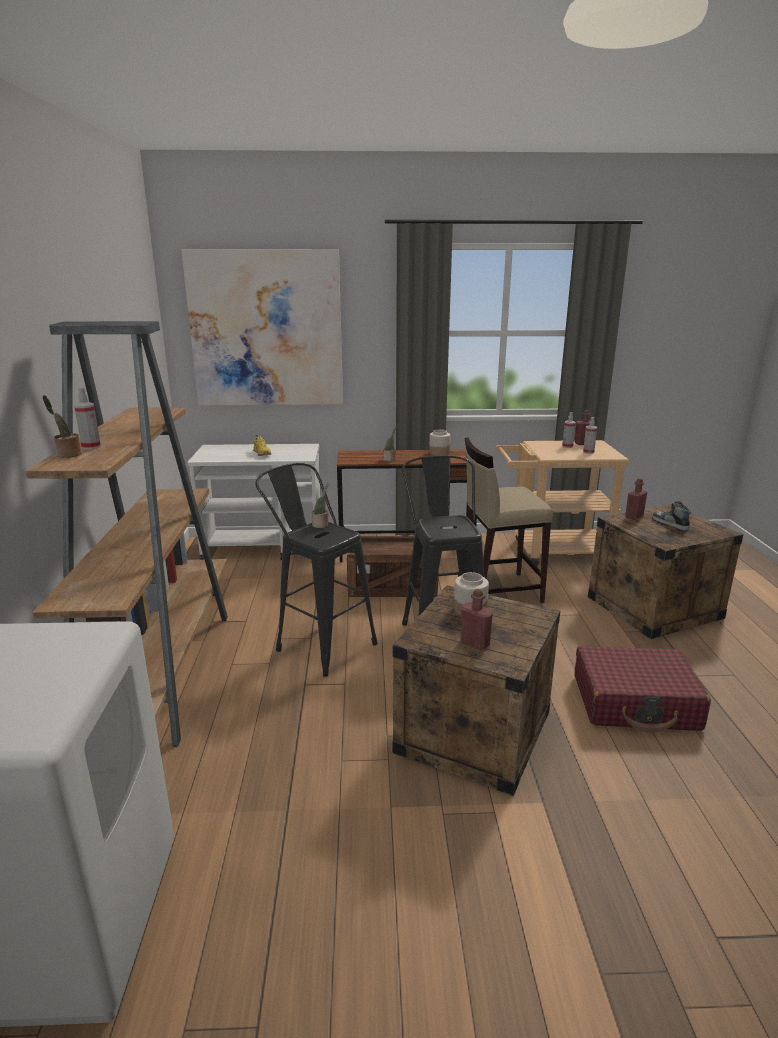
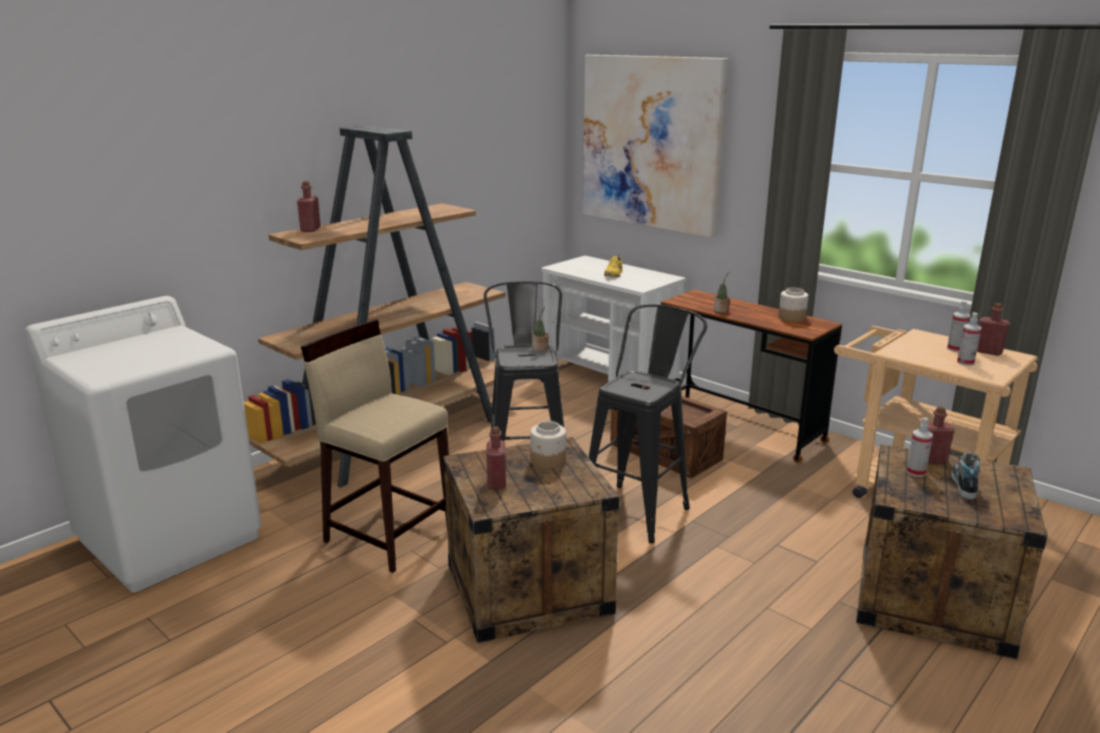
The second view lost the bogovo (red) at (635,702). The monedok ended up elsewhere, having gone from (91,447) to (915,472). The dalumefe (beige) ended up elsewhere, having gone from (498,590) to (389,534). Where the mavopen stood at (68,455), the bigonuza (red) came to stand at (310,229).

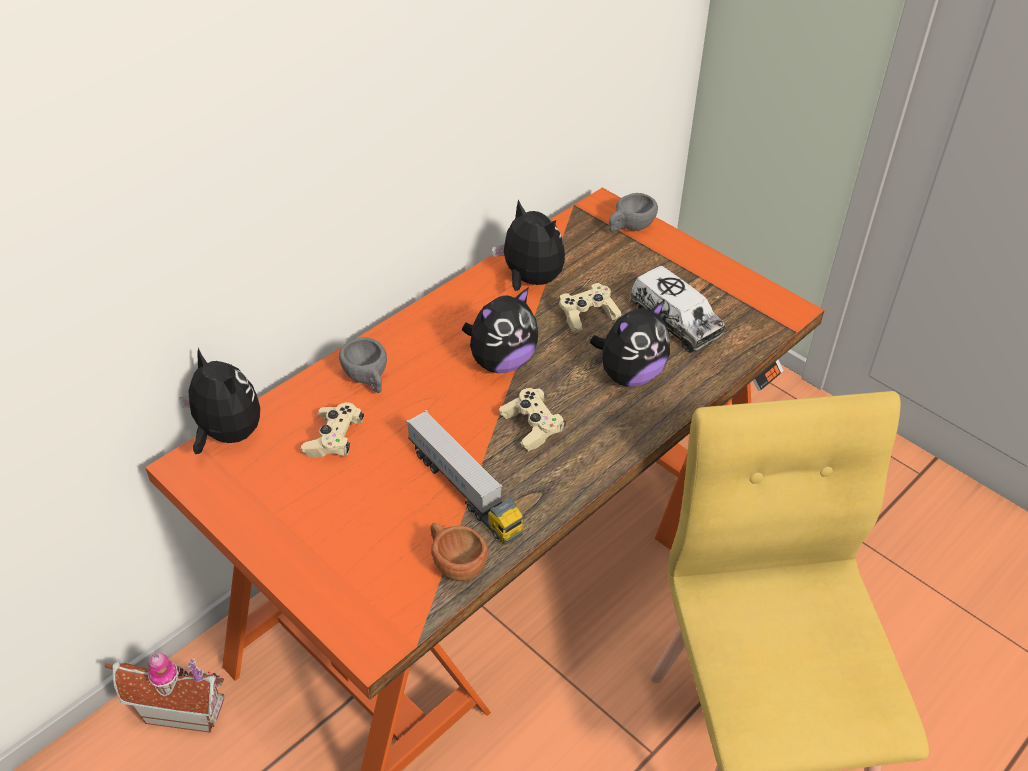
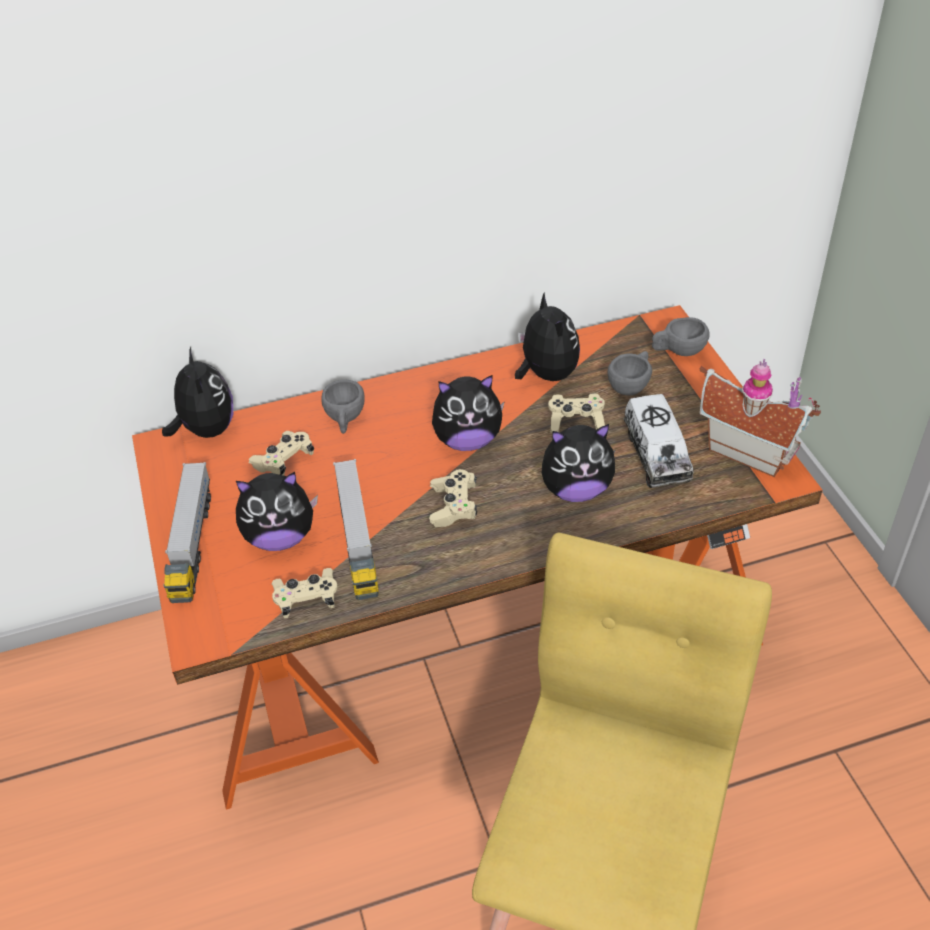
The second view gained the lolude at (192,544). The second view gained the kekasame at (280,537). The second view gained the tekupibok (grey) at (631,385). The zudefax ended up elsewhere, having gone from (183,708) to (749,449). Where the tekupibok (brown) stood at (455,563), the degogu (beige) came to stand at (307,599).

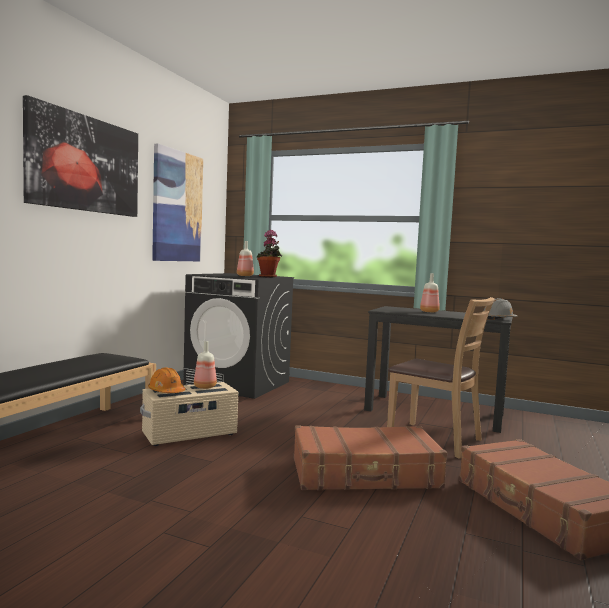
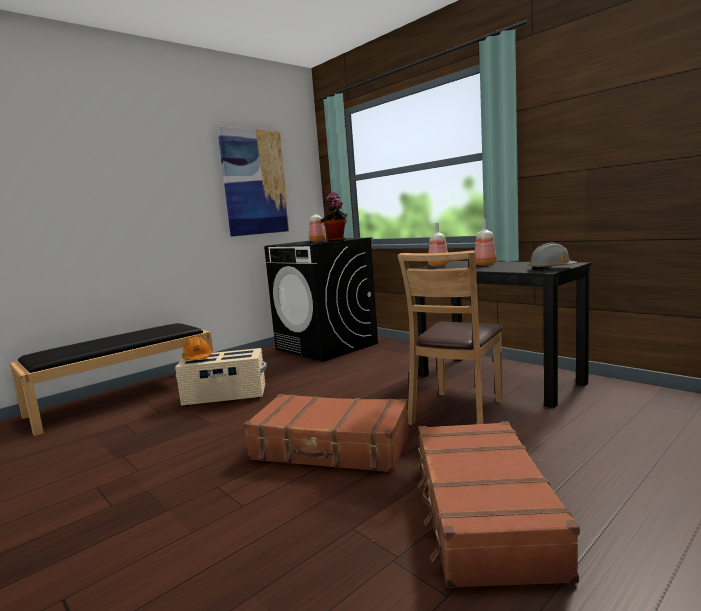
The second view lost the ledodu at (85,164). The bigonuza ended up elsewhere, having gone from (205,387) to (438,265). The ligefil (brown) at (435,439) ended up facing another way, 60 degrees clockwise from before.

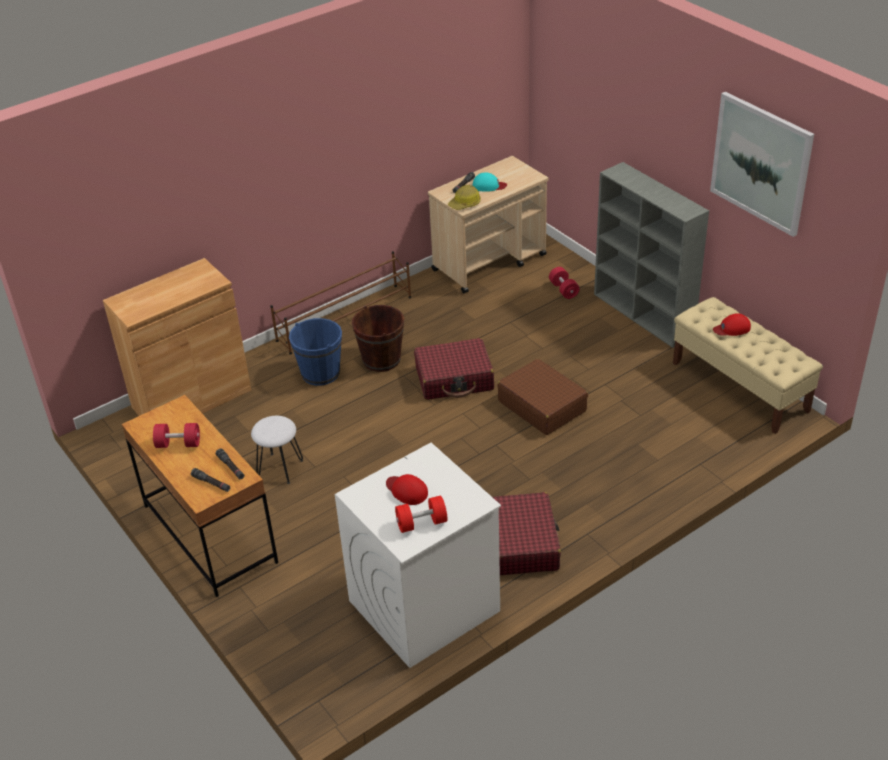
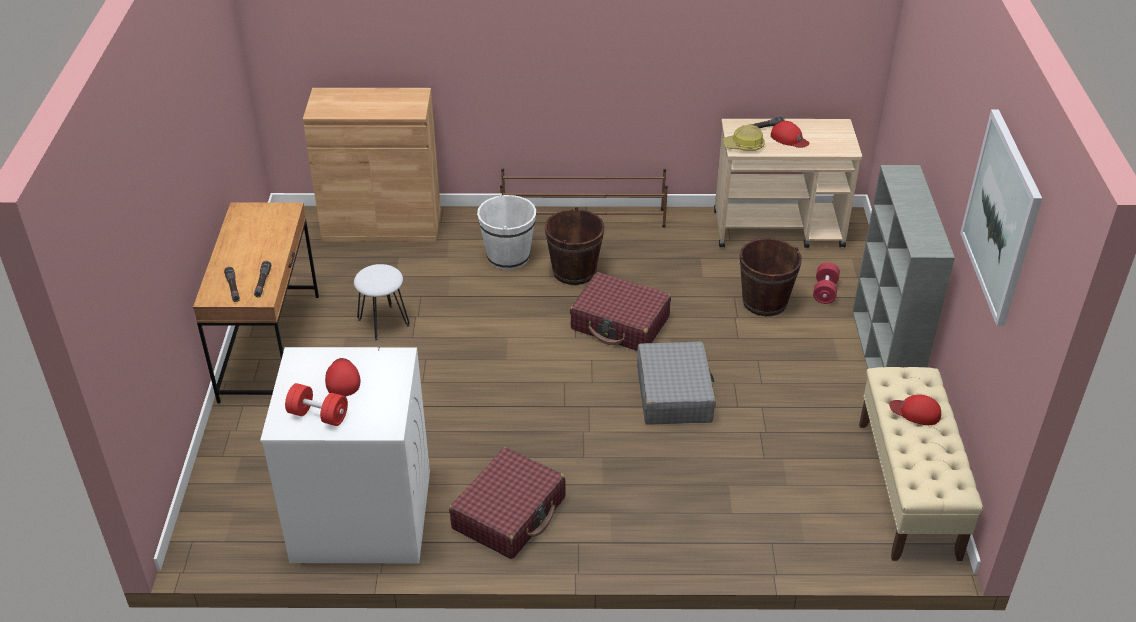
The second view lost the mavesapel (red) at (178,444). The second view gained the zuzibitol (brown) at (764,302). What was the zuzibitol (blue) at (320,373) turned into the zuzibitol (white) at (508,256). What was the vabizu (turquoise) at (489,186) turned into the vabizu (red) at (789,138). What was the bogovo (brown) at (542,406) turned into the bogovo (grey) at (674,394).

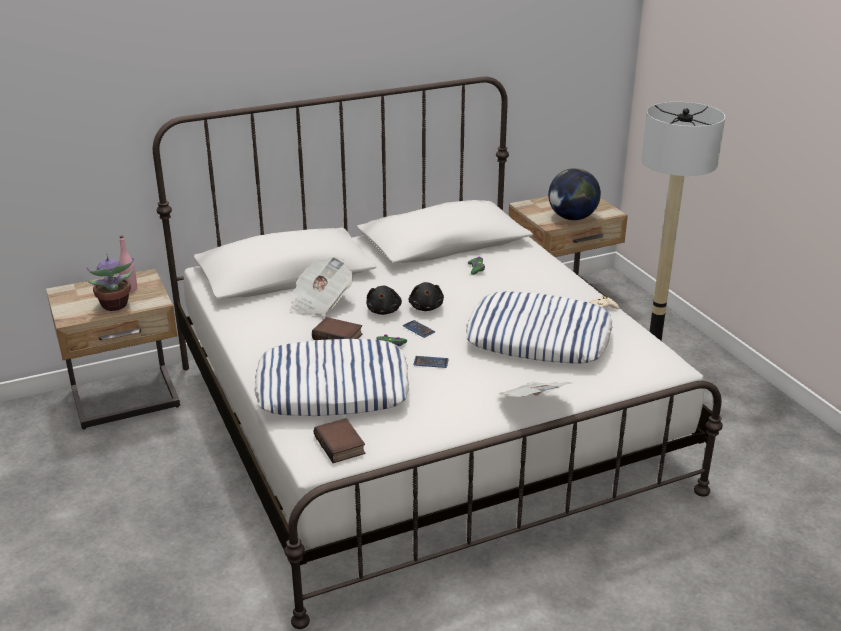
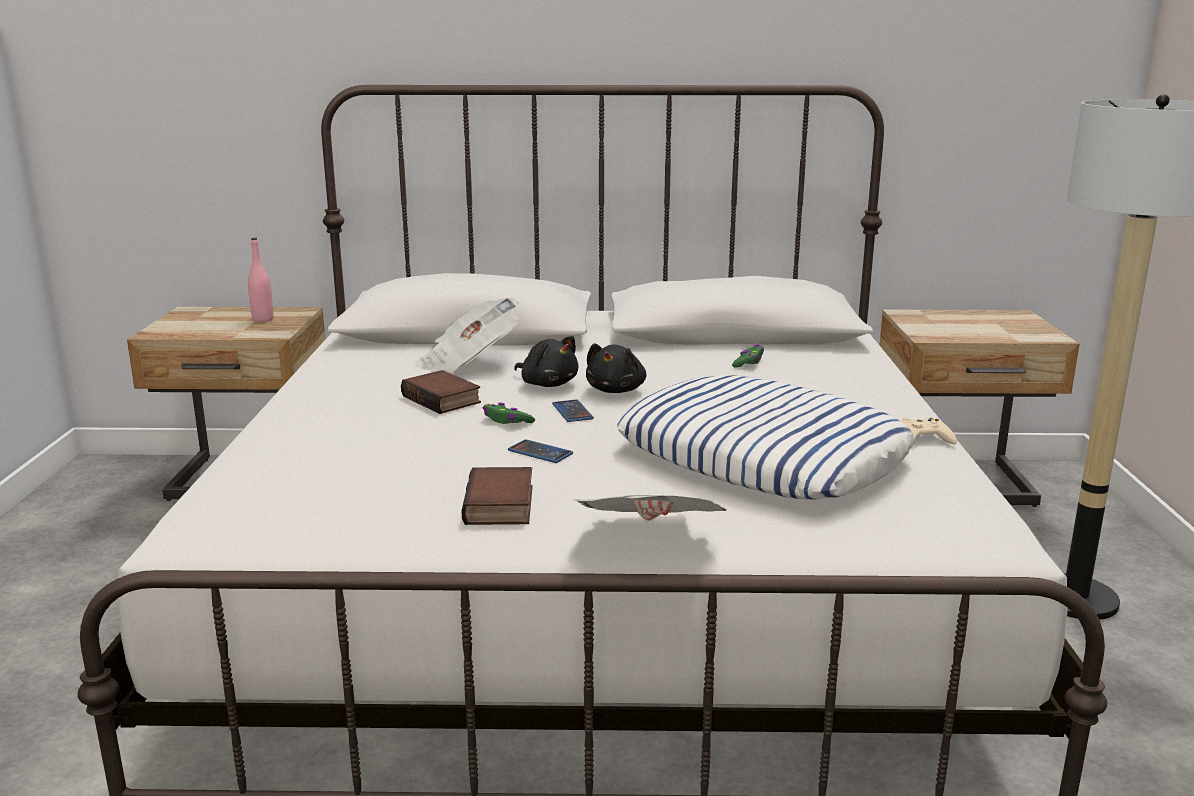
The second view lost the mavopen at (115,306). The second view lost the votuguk at (333,388). The second view lost the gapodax at (572,218). The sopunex ended up elsewhere, having gone from (341,445) to (502,505). The kekasame (black) at (384,310) ended up facing another way, 75 degrees counterclockwise from before.

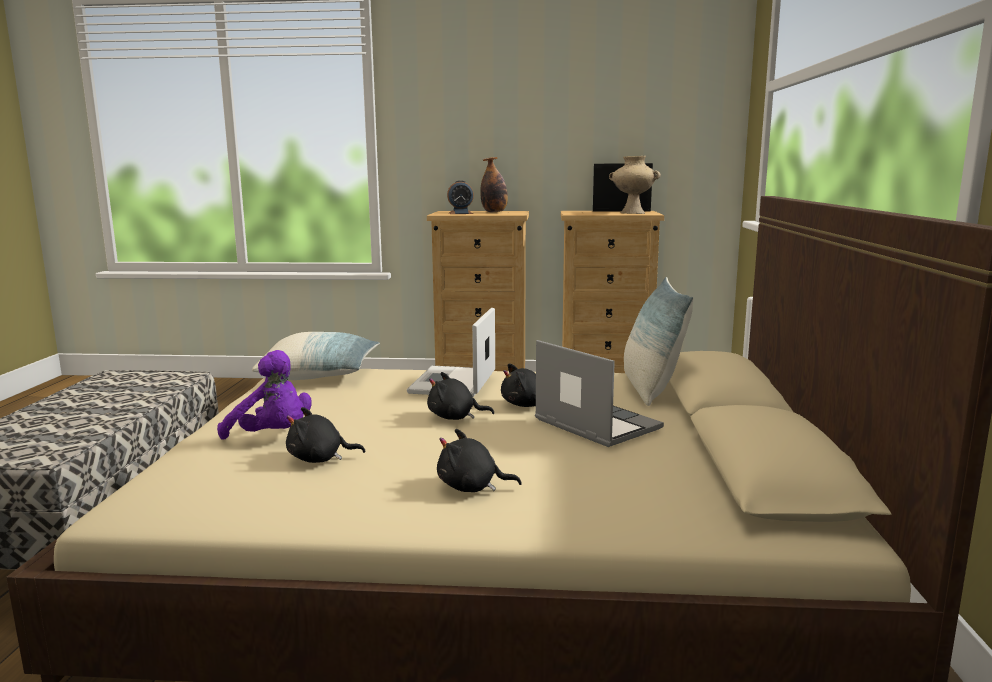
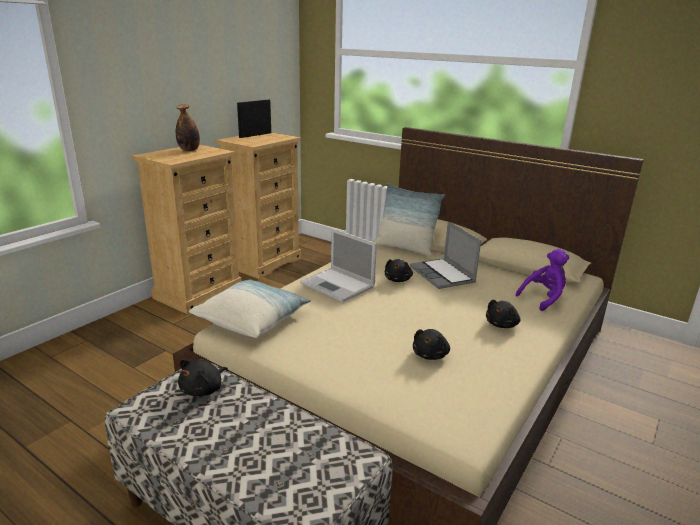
The second view lost the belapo at (460,213). The second view lost the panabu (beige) at (632,213). The kekasame (purple) ended up elsewhere, having gone from (273,436) to (543,298). The kekasame (black) ended up elsewhere, having gone from (455,417) to (203,389). The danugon at (594,424) ended up facing another way, 105 degrees counterclockwise from before.

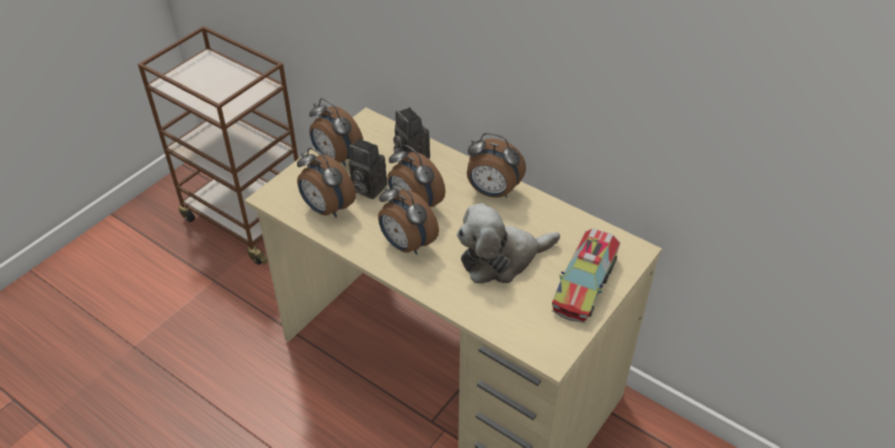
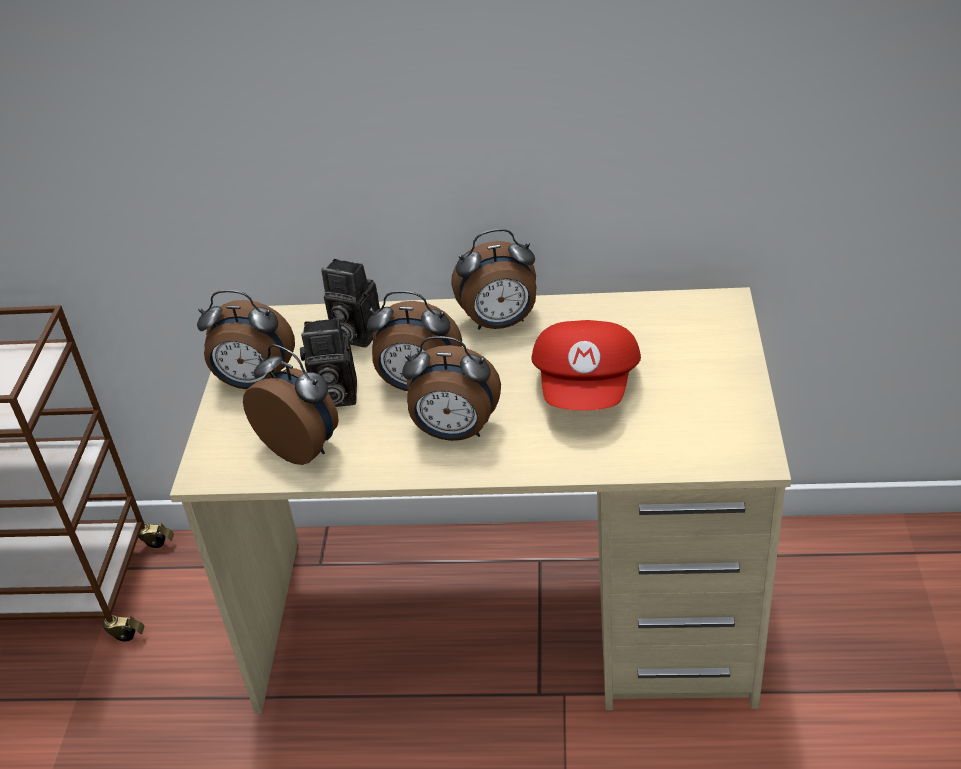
The second view lost the lolude at (584,284). Where the kekasame stood at (501,259), the vabizu (red) came to stand at (588,387). The belapo at (326,209) ended up facing another way, 150 degrees counterclockwise from before.

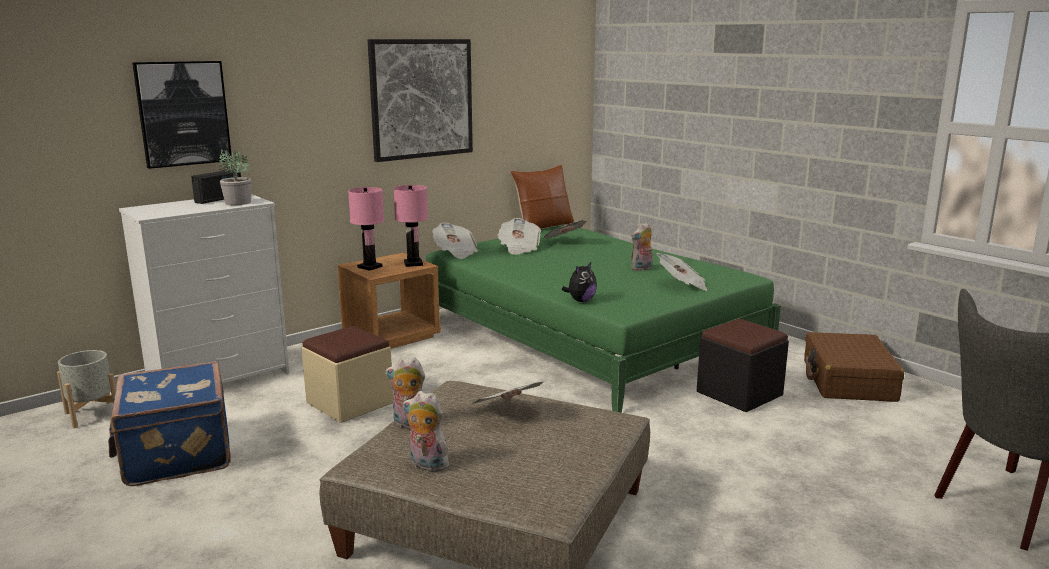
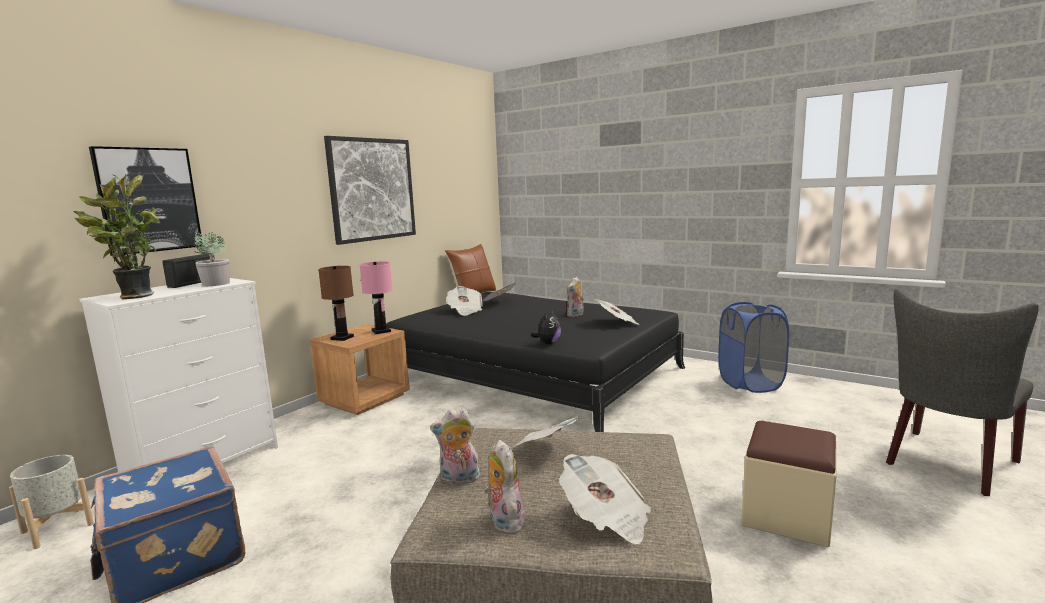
The second view lost the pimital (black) at (739,393). The second view gained the mavopen at (133,297). The pimital (beige) ended up elsewhere, having gone from (350,403) to (786,515). The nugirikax ended up elsewhere, having gone from (455,253) to (606,518). Where the bogovo (brown) stood at (848,381), the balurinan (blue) came to stand at (750,383). What was the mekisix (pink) at (369,267) turned into the mekisix (brown) at (342,338). What was the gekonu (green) at (587,333) turned into the gekonu (black) at (532,374). The kekasame at (426,465) ended up facing another way, 60 degrees clockwise from before.

